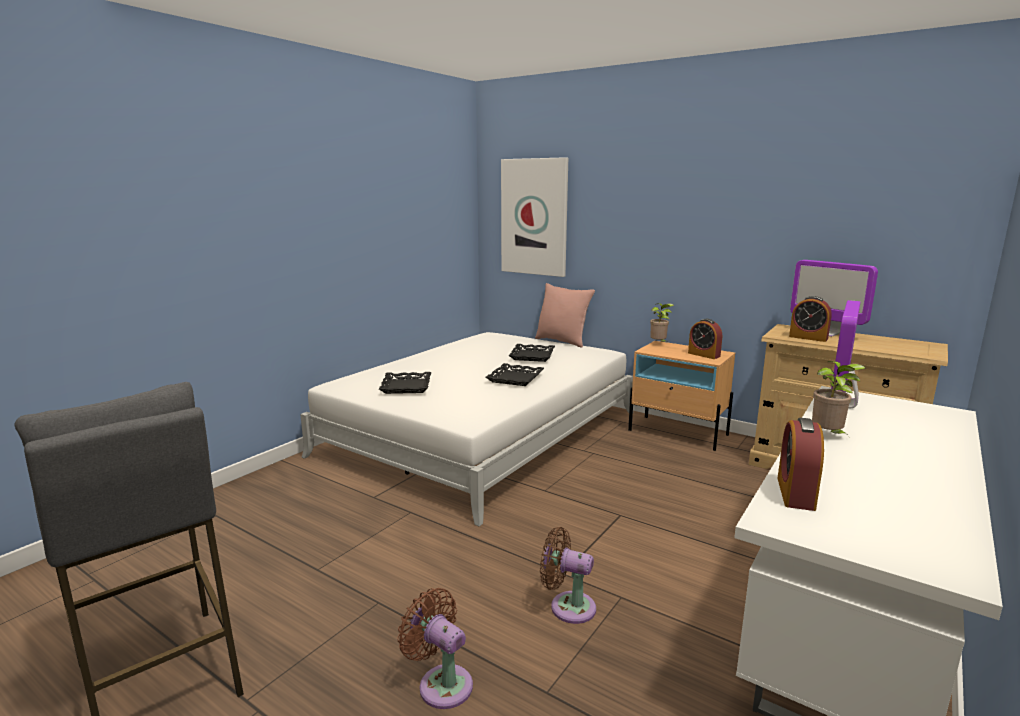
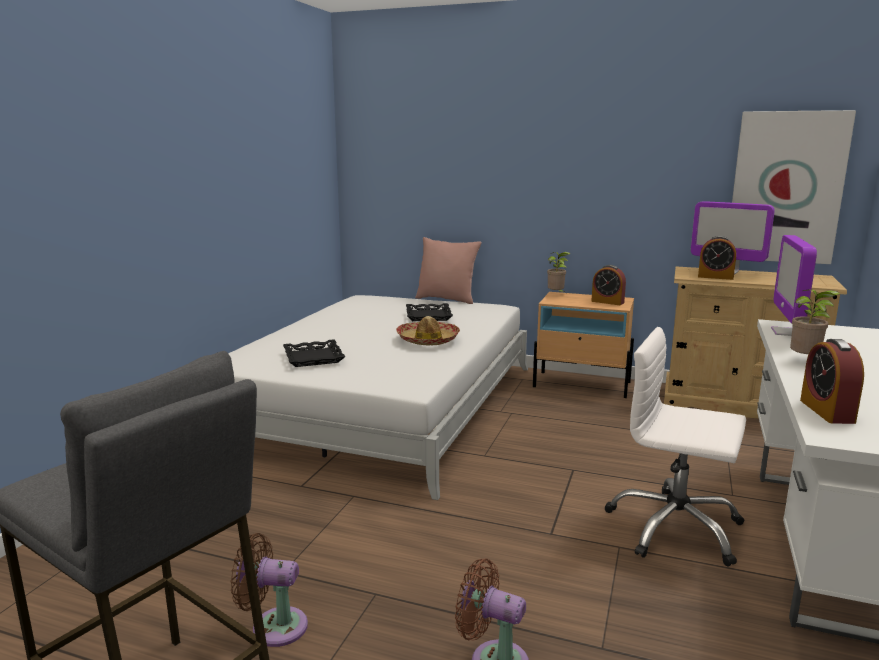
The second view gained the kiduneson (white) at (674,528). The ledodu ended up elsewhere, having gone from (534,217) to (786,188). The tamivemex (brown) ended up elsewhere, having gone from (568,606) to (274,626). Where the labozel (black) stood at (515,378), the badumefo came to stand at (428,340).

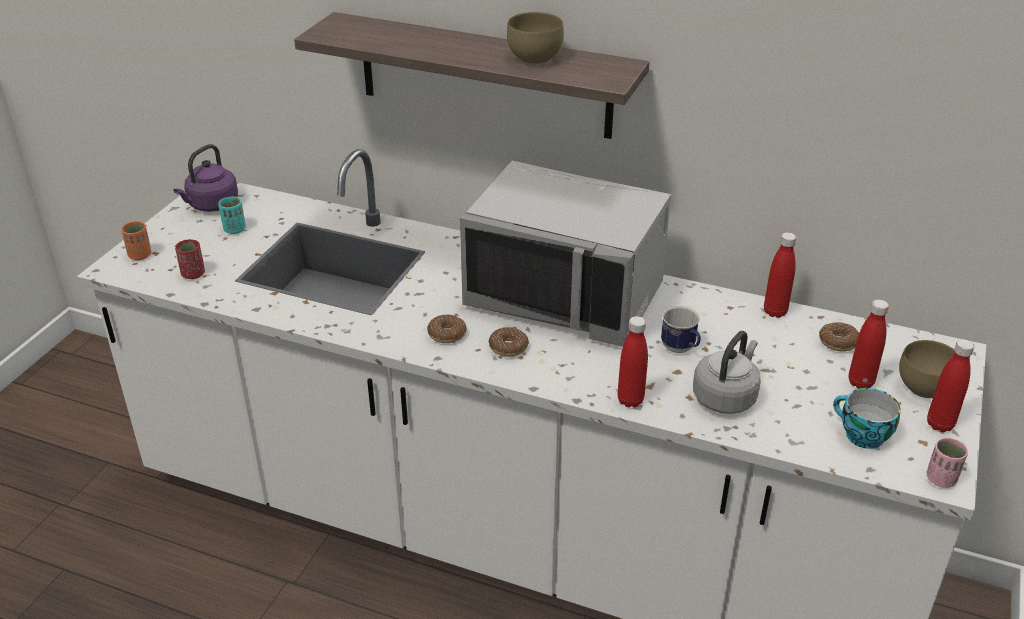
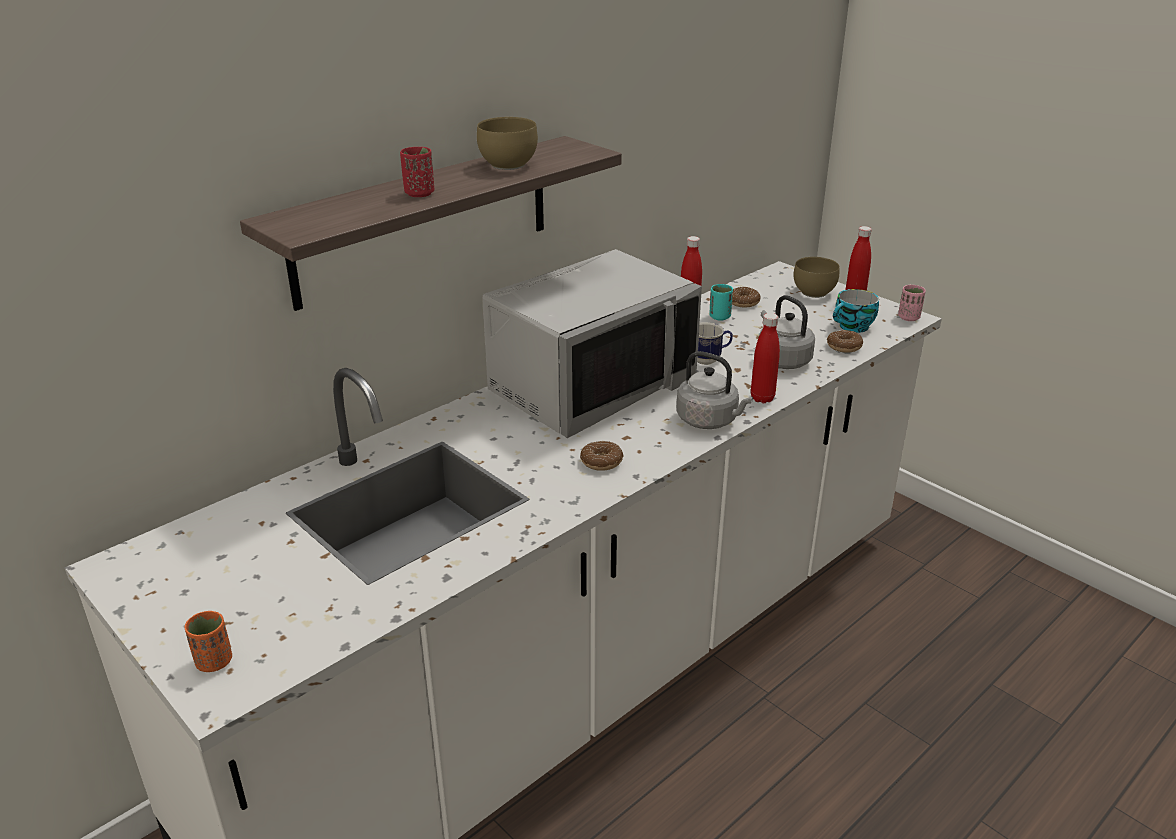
The second view lost the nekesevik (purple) at (211,205). The second view lost the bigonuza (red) at (860,382). The second view gained the nekesevik (grey) at (709,420). The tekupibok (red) ended up elsewhere, having gone from (193,274) to (419,193). The tekupibok (turquoise) ended up elsewhere, having gone from (234,229) to (719,317). The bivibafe ended up elsewhere, having gone from (508,347) to (844,346).

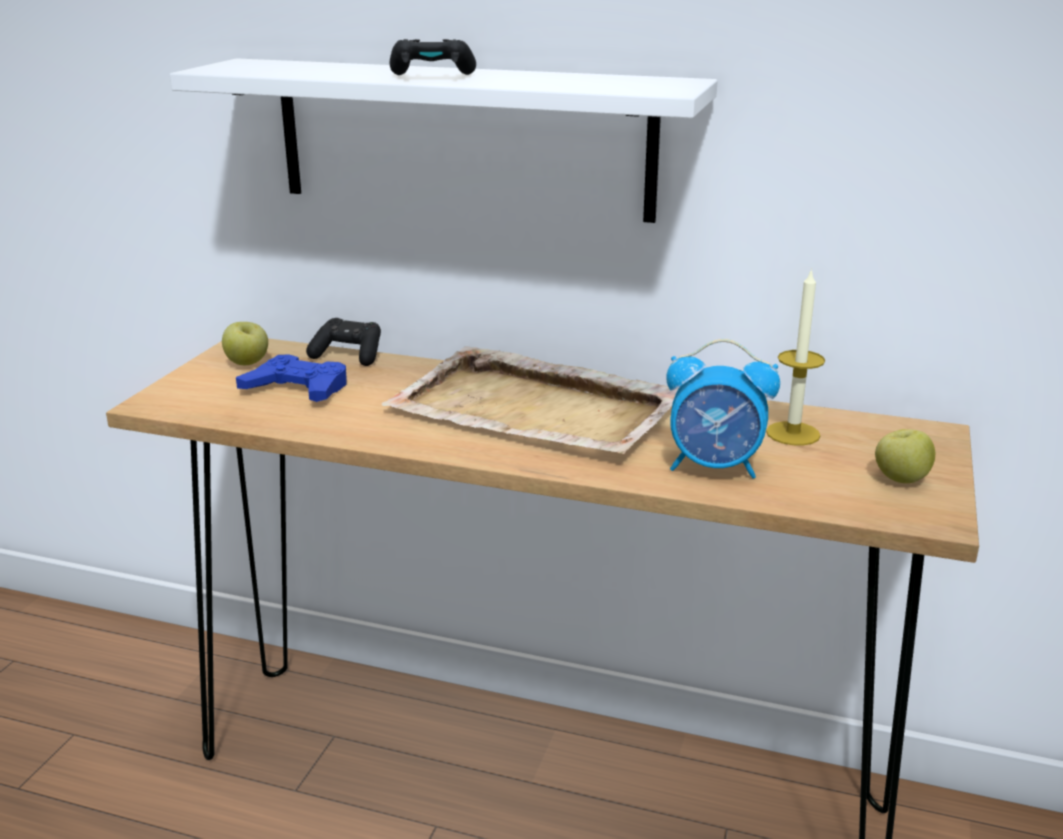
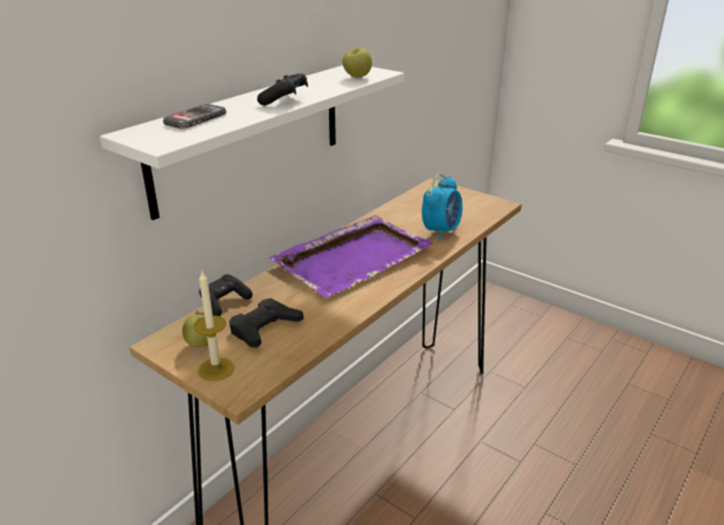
The second view gained the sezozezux at (195,119). The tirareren ended up elsewhere, having gone from (793,433) to (216,369). The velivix ended up elsewhere, having gone from (900,479) to (357,77). What was the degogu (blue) at (297,389) turned into the degogu (black) at (264,328). What was the labozel (beige) at (537,410) turned into the labozel (purple) at (354,258).

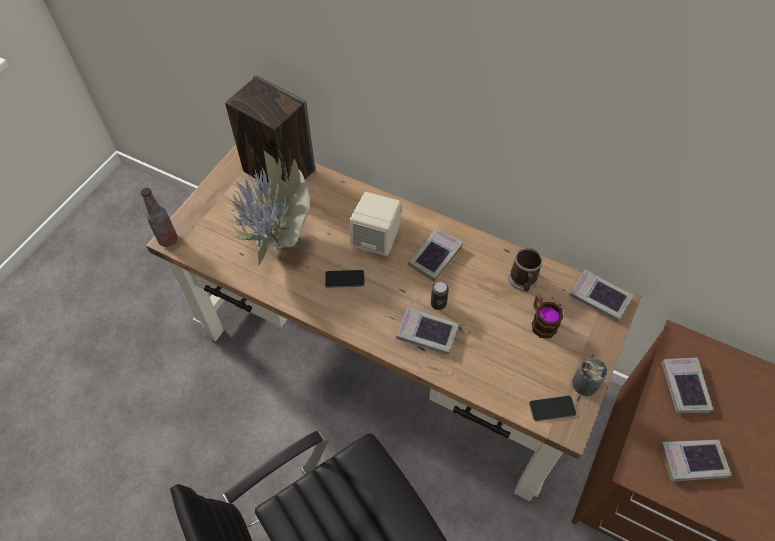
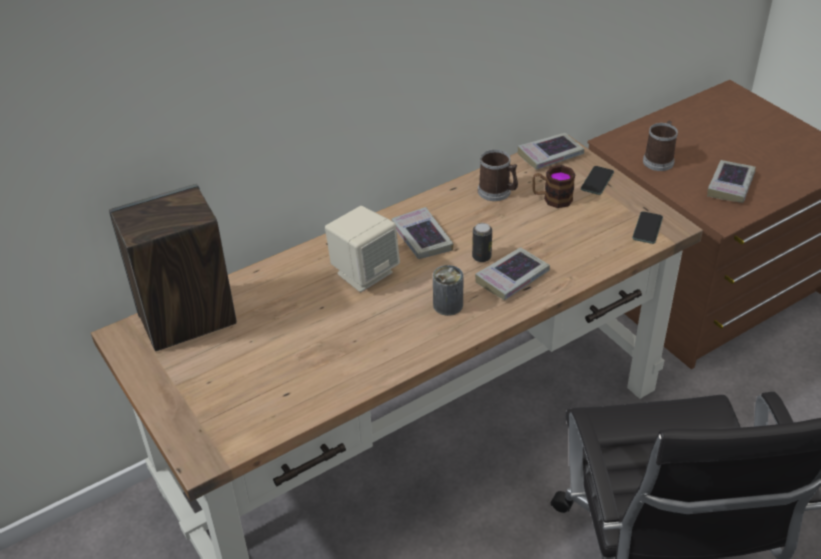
The second view lost the bigonuza at (168,240). The second view lost the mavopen at (274,244). The sezozezux ended up elsewhere, having gone from (344,279) to (597,181). The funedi ended up elsewhere, having gone from (585,384) to (448,305). Where the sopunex stood at (684,387), the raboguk came to stand at (659,160).

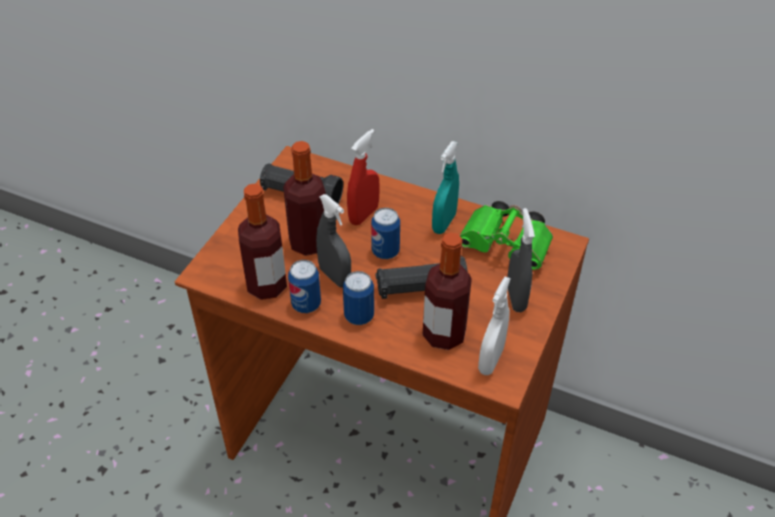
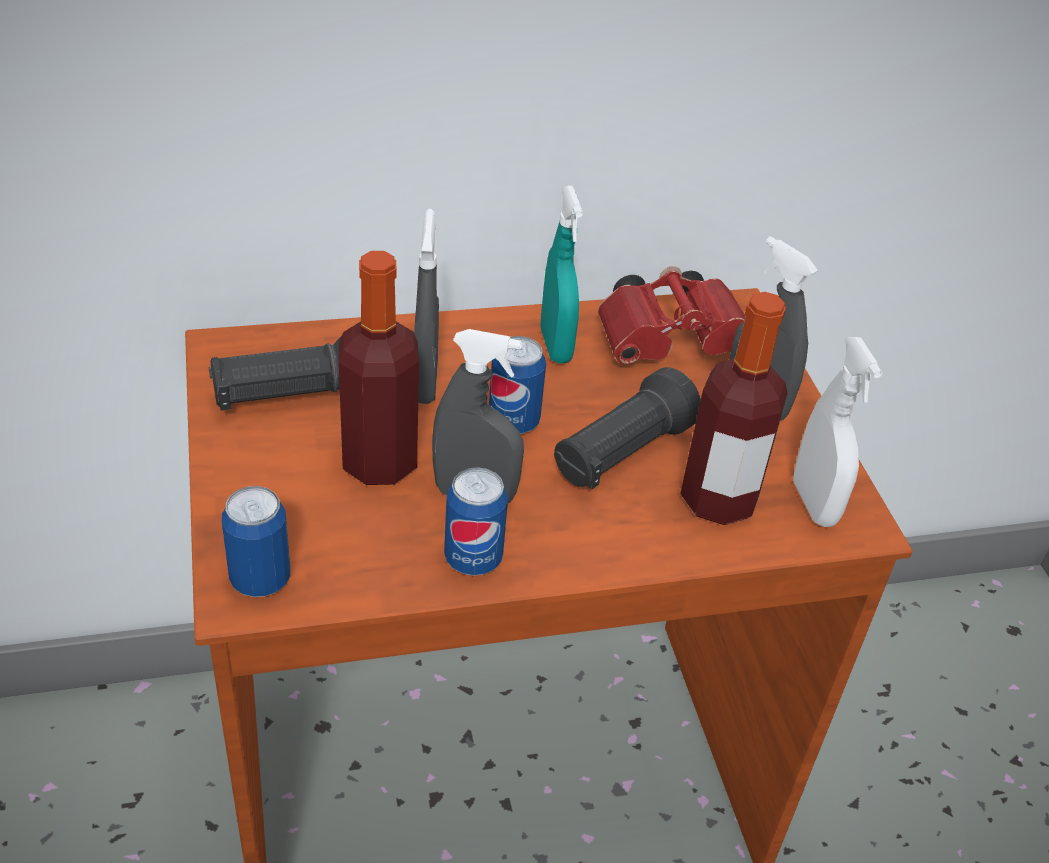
The second view lost the bigonuza at (267,286). The funedi ended up elsewhere, having gone from (359,316) to (260,580). What was the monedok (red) at (363,215) turned into the monedok (grey) at (425,383). What was the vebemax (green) at (508,247) turned into the vebemax (red) at (674,342).

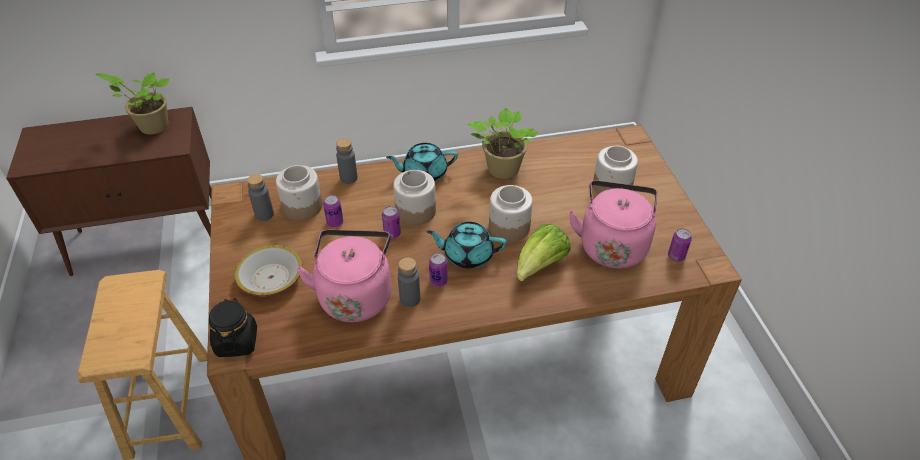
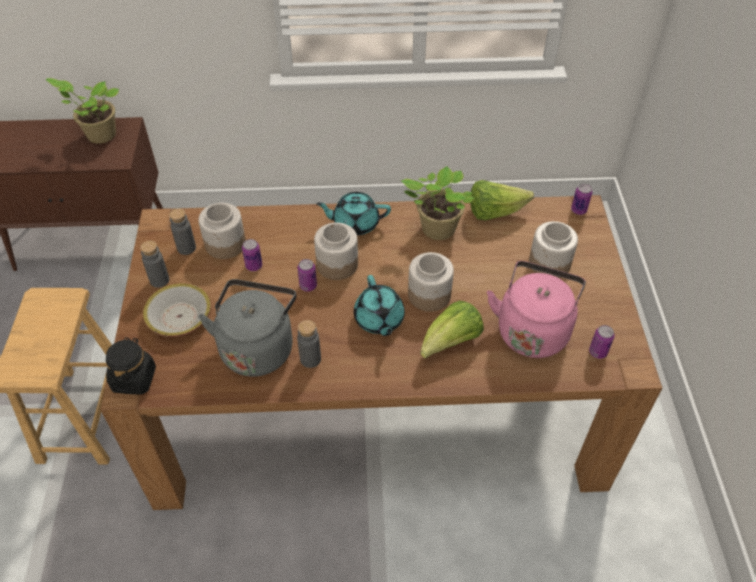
The second view gained the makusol at (494,212). The bigonuza (grey) ended up elsewhere, having gone from (348,178) to (159,280). The funedi ended up elsewhere, having gone from (438,281) to (578,210). What was the nekesevik (pink) at (355,295) turned into the nekesevik (grey) at (257,347). The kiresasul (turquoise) at (467,255) ended up facing another way, 120 degrees counterclockwise from before.

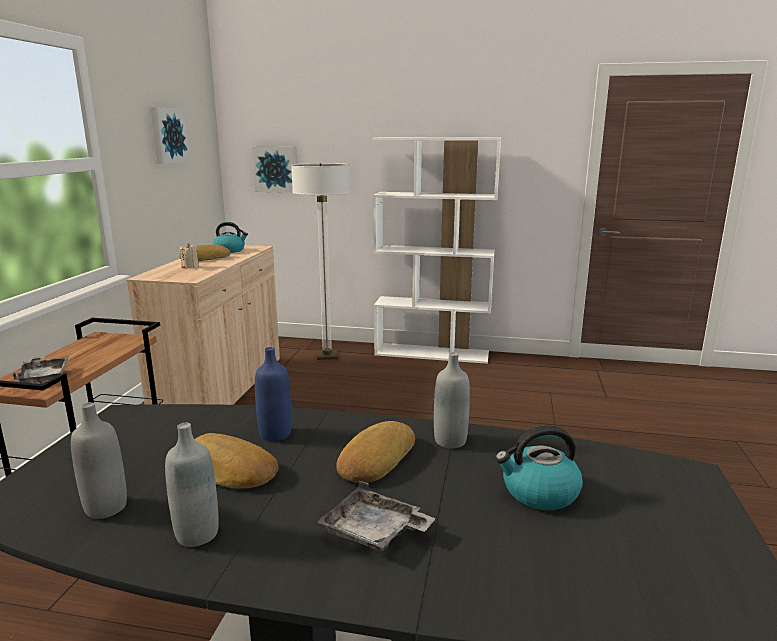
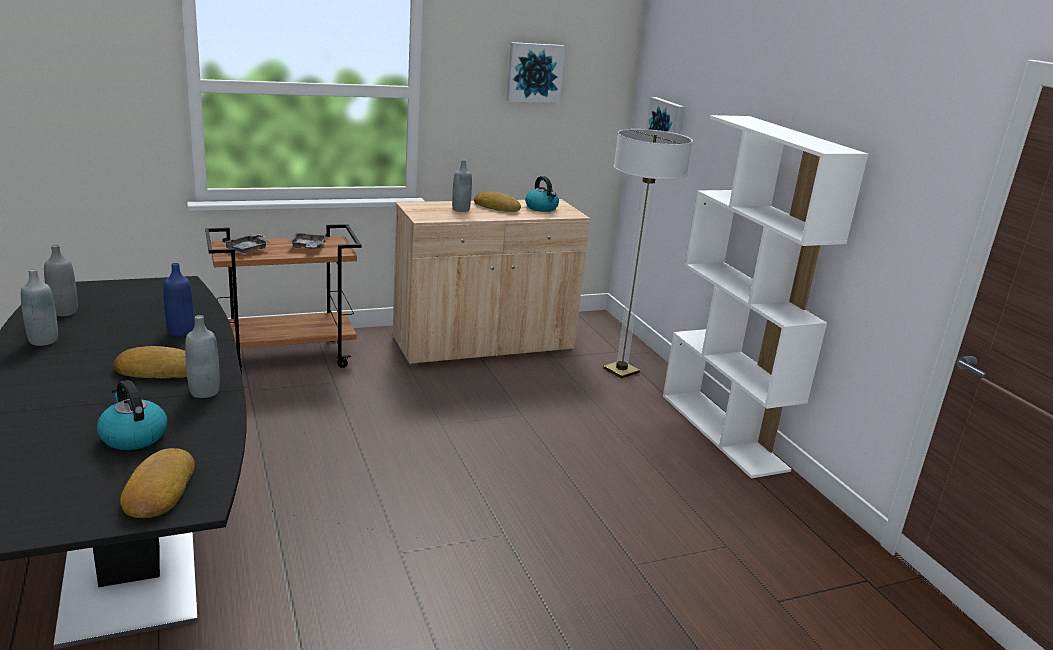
The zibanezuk ended up elsewhere, having gone from (229,470) to (157,490). The labozel (grey) ended up elsewhere, having gone from (374,532) to (308,247). Where the tirareren (beige) stood at (190,267), the bigonuza (grey) came to stand at (461,209).

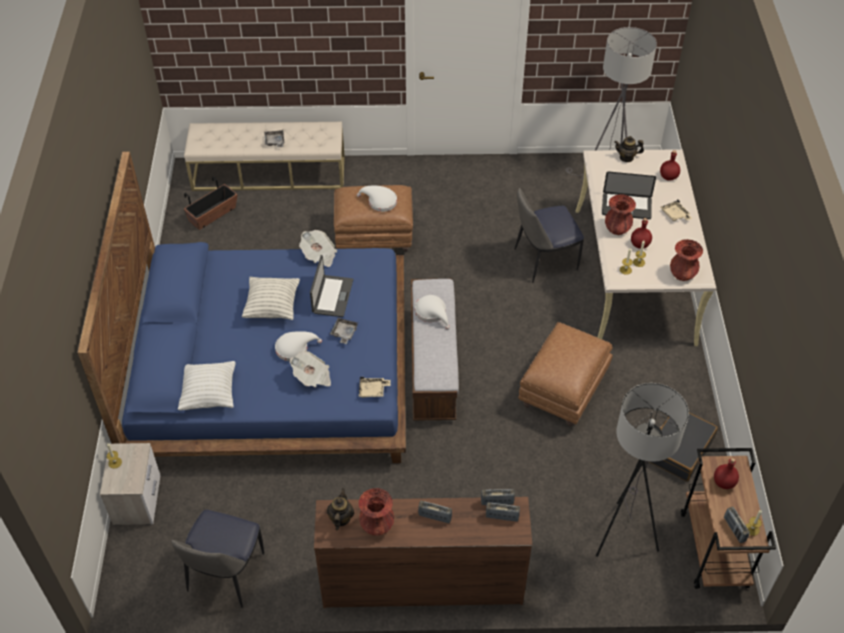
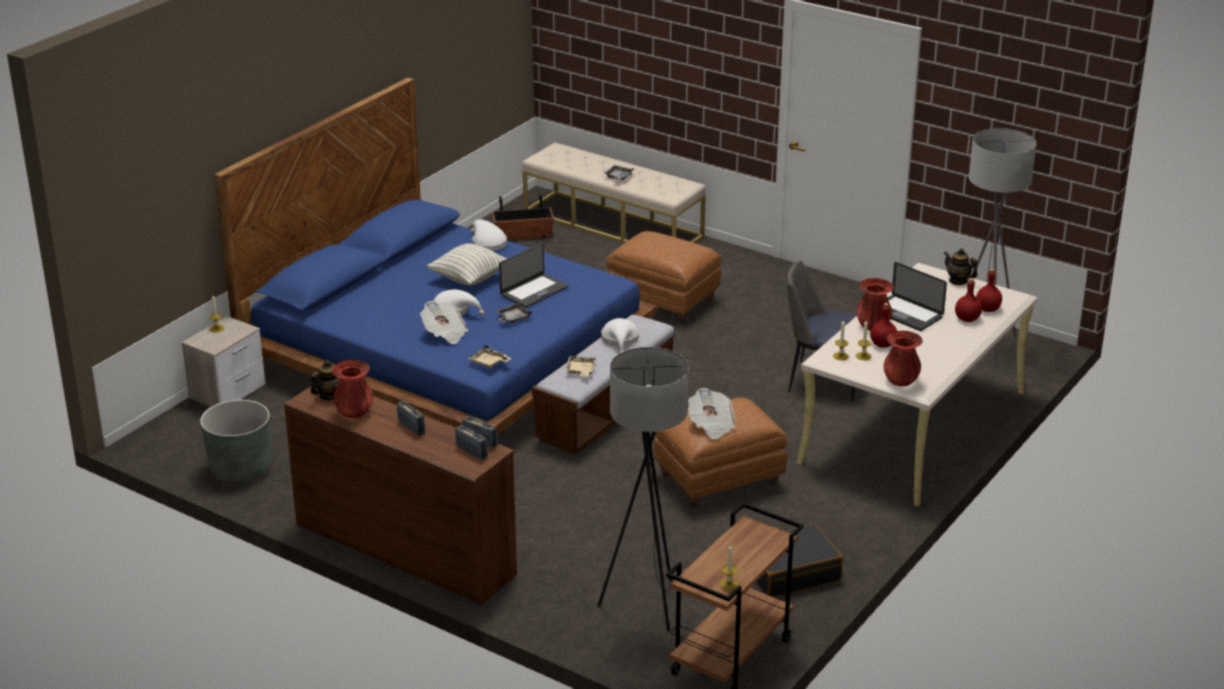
The second view lost the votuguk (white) at (209,394). The second view lost the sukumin at (734,529). The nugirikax ended up elsewhere, having gone from (319,255) to (711,425). The badumefo (white) ended up elsewhere, having gone from (380,202) to (487,243). The labozel (beige) ended up elsewhere, having gone from (675,215) to (580,371). The bigonuza (red) ended up elsewhere, having gone from (724,482) to (967,319). Where the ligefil stood at (225,575), the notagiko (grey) came to stand at (241,468).

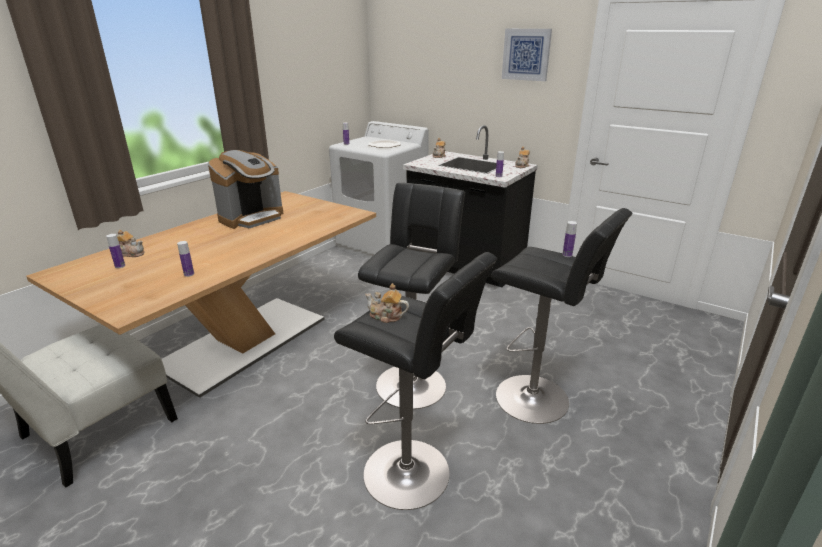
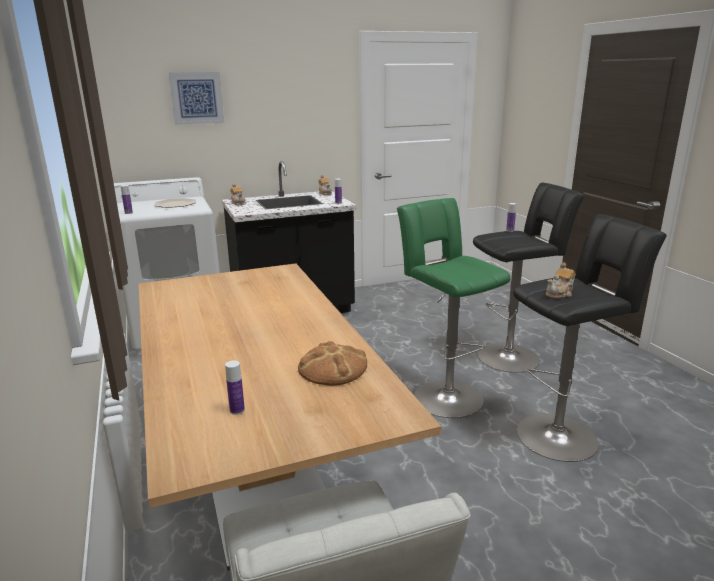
The second view lost the kiresasul at (131,253). The second view lost the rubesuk at (252,218). The ledodu ended up elsewhere, having gone from (526,54) to (197,98). Where the bigonuza stood at (189,274), the zibanezuk came to stand at (333,368). What was the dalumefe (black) at (413,382) turned into the dalumefe (green) at (444,395).

